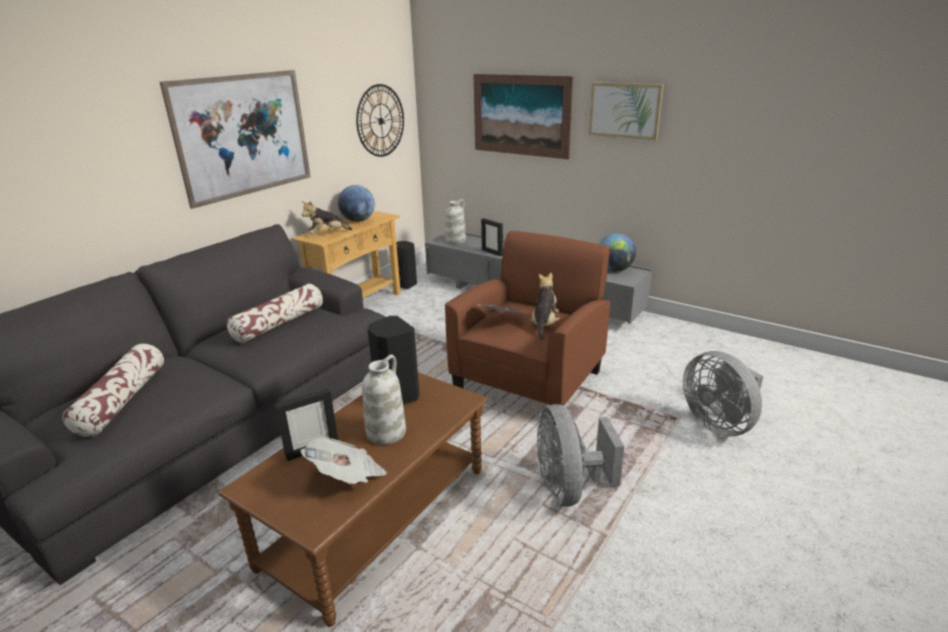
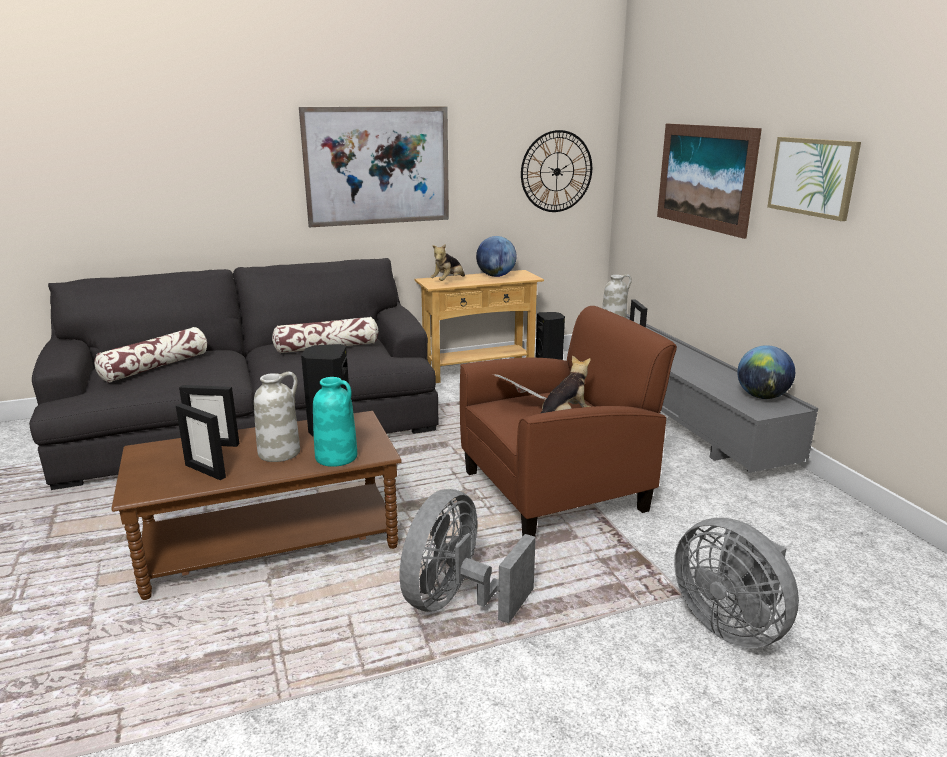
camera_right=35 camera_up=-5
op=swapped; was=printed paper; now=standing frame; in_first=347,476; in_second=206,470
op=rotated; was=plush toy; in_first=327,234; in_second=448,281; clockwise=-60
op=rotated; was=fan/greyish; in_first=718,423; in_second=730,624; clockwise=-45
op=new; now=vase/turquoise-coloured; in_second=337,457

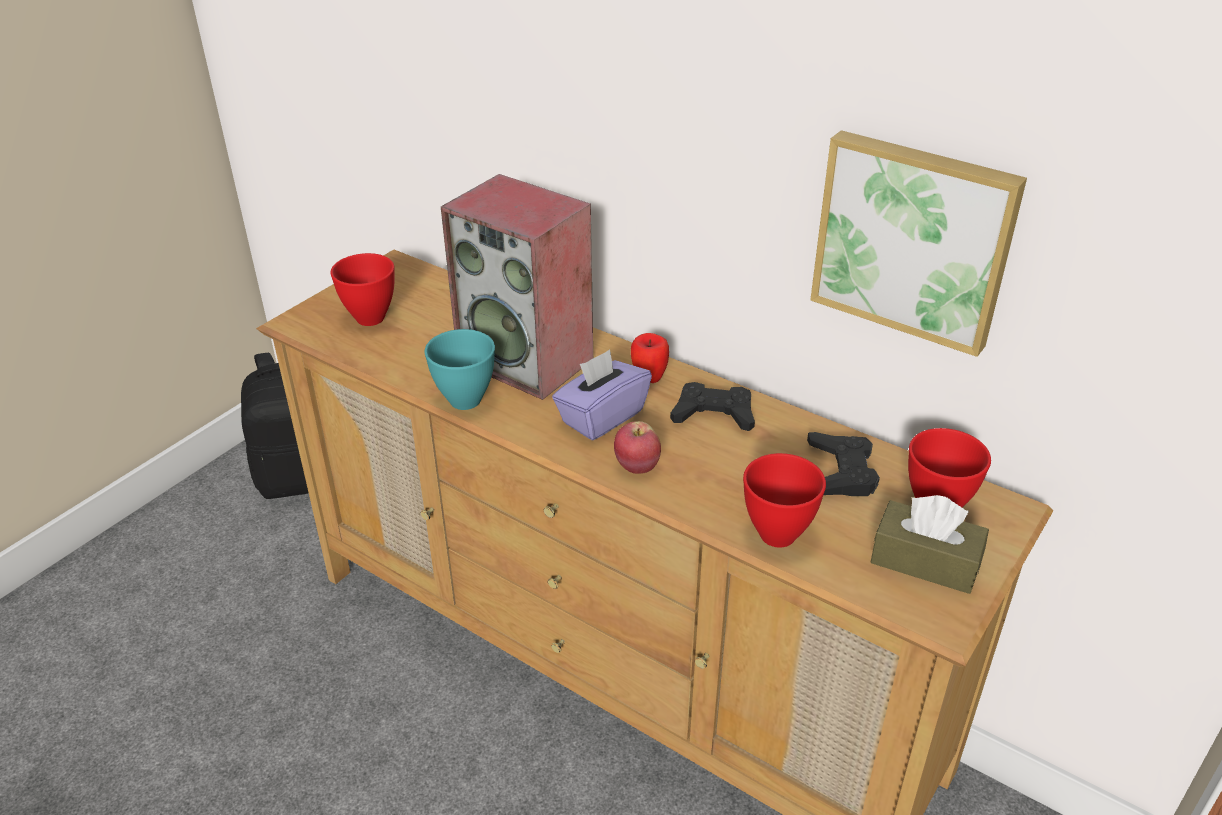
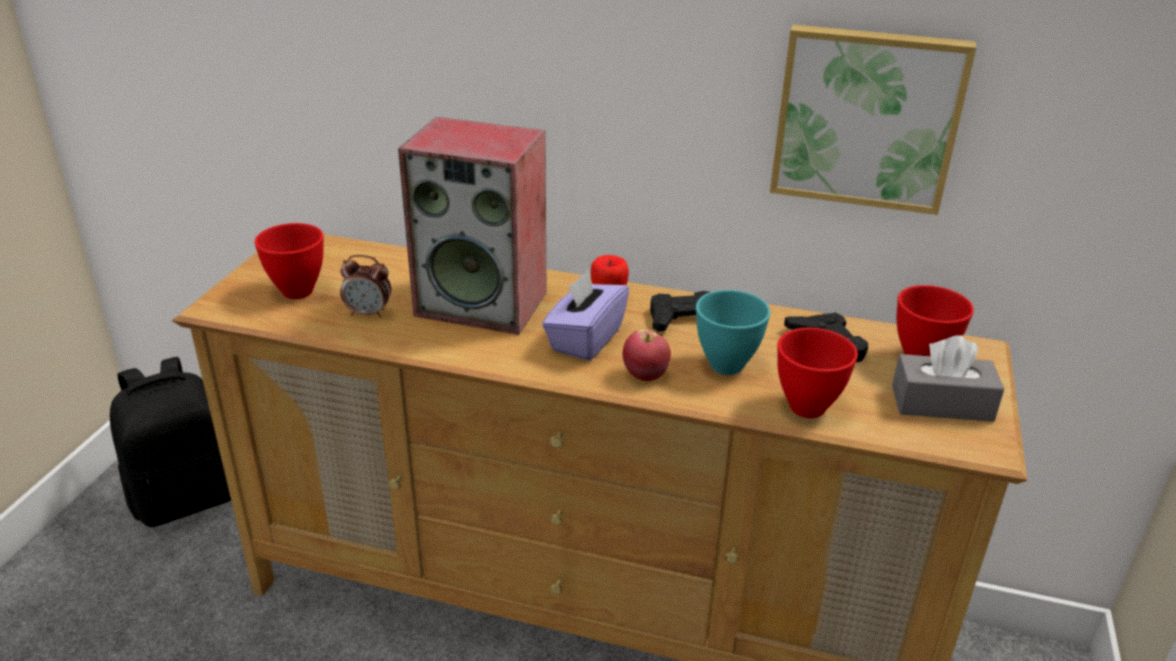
camera_right=-20 camera_up=-5
op=shifted; was=serving bowl/turquoise-coloured; in_first=466,399; in_second=726,364
op=repainted; was=tissue box/brownish; now=tissue box/greyish; in_first=925,561; in_second=941,403
op=new; now=table clock; in_second=369,313

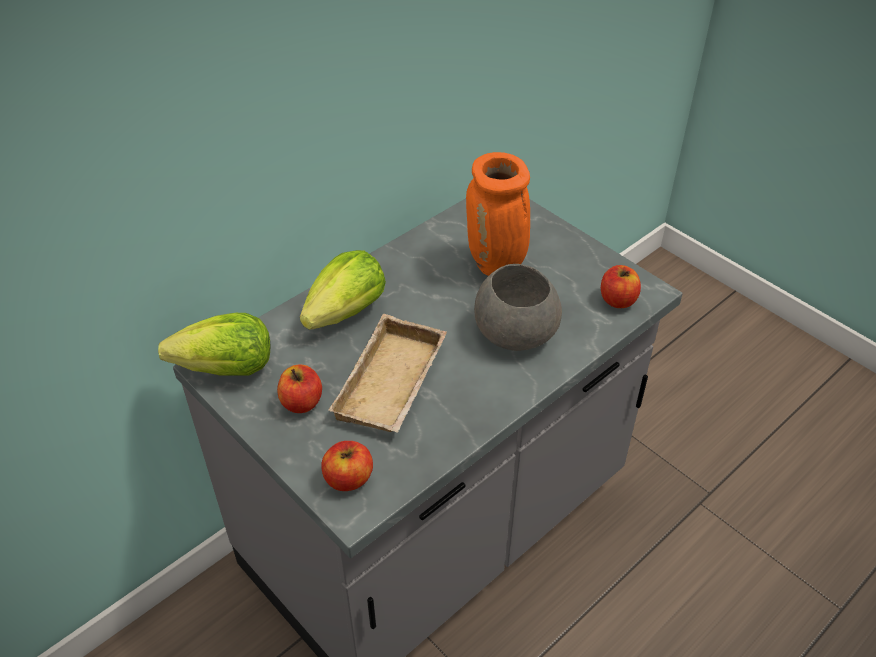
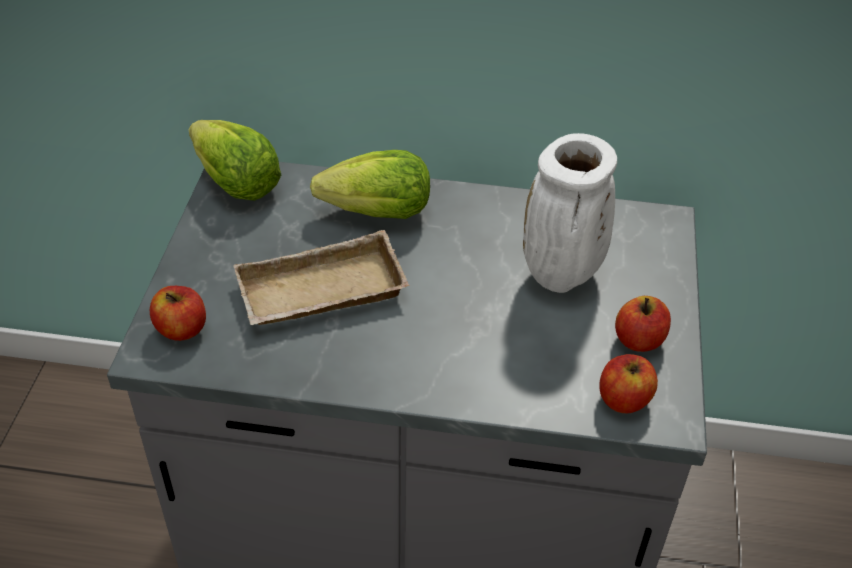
camera_right=50 camera_up=0
op=shifted; was=apple; in_first=302,402; in_second=639,340
op=repainted; was=vase/orangey; now=vase/whitish; in_first=497,265; in_second=561,276
op=gone; was=serving bowl/greyish; in_first=514,330

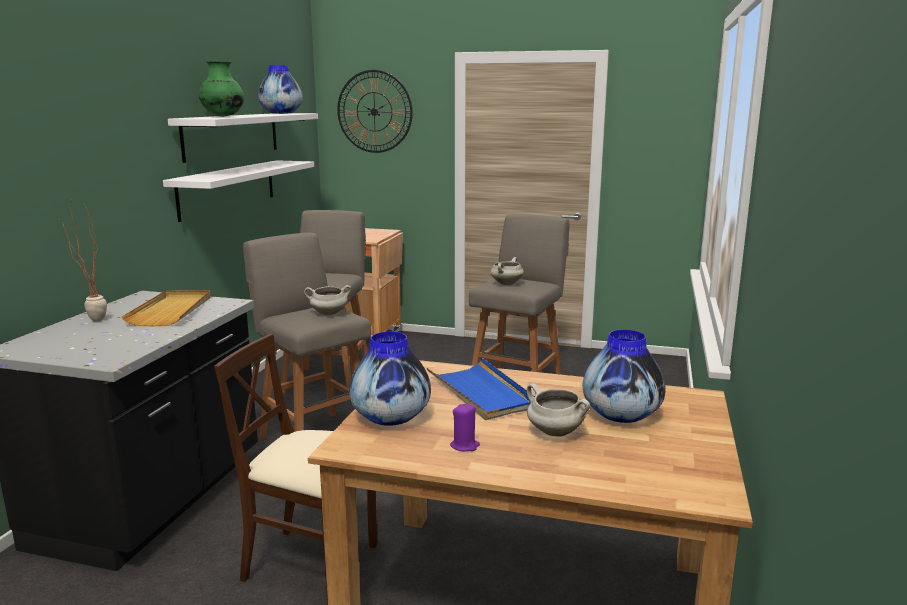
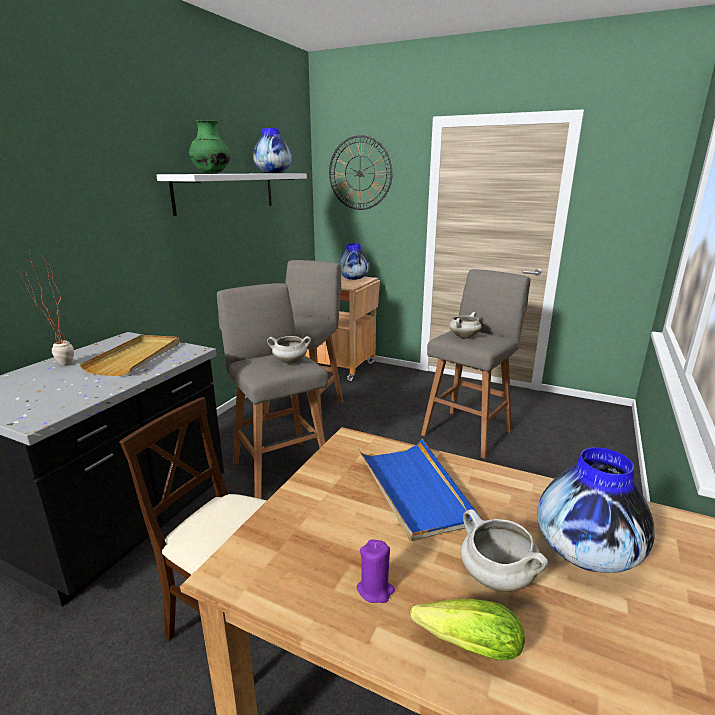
camera_right=10 camera_up=5
op=gone; was=shelf/whitish; in_first=228,188
op=shifted; was=vase; in_first=391,418; in_second=353,278
op=new; now=lettuce head; in_second=462,644

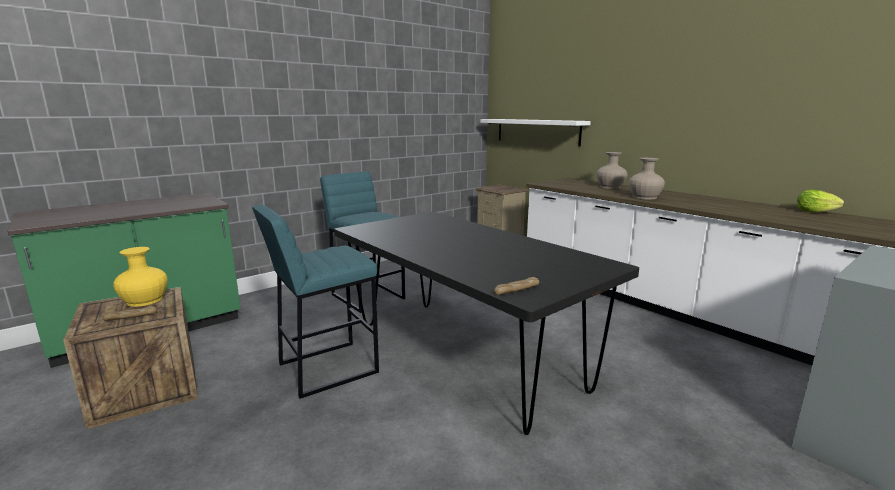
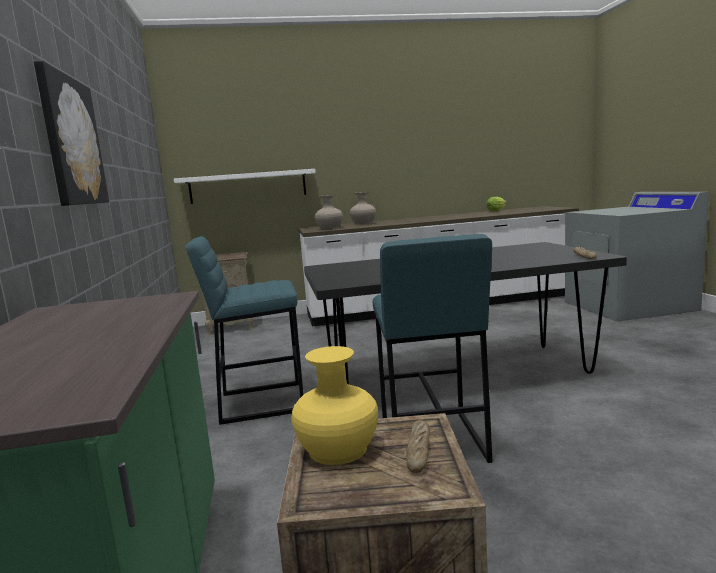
camera_right=-60 camera_up=-5
op=shifted; was=vase/beige; in_first=644,197; in_second=329,228
op=new; now=picture; in_second=72,141

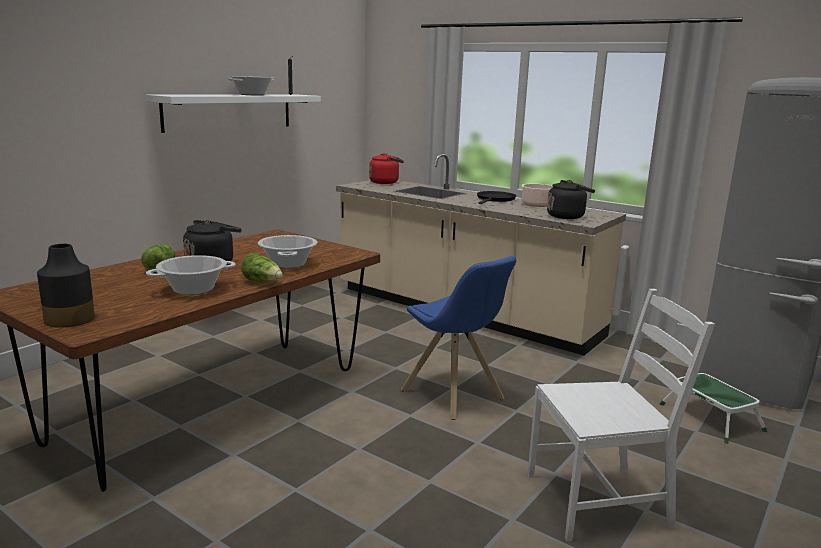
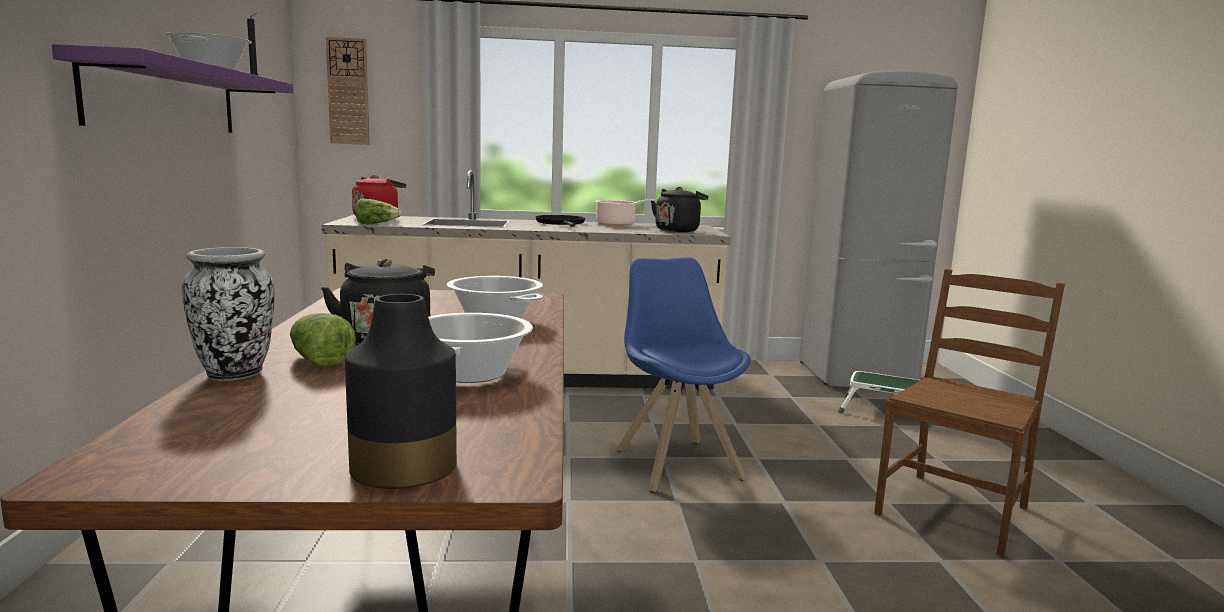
camera_right=-40 camera_up=-5
op=repainted; was=shelf/whitish; now=shelf/purple; in_first=229,112; in_second=166,98
op=shifted; was=lettuce head; in_first=263,282; in_second=376,224
op=rotated; was=plain chair/blue-coloured; in_first=453,394; in_second=677,464; clockwise=-120
op=repainted; was=plain chair/whitish; now=plain chair/brownish; in_first=598,500; in_second=953,510
op=new; now=vase; in_second=235,374
op=new; now=hanging clock; in_second=348,91

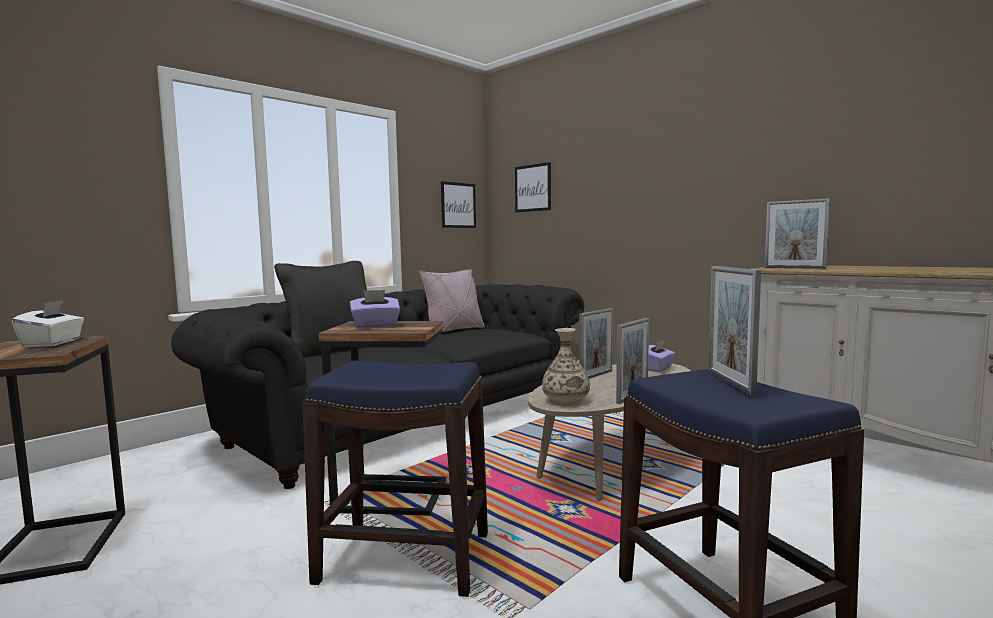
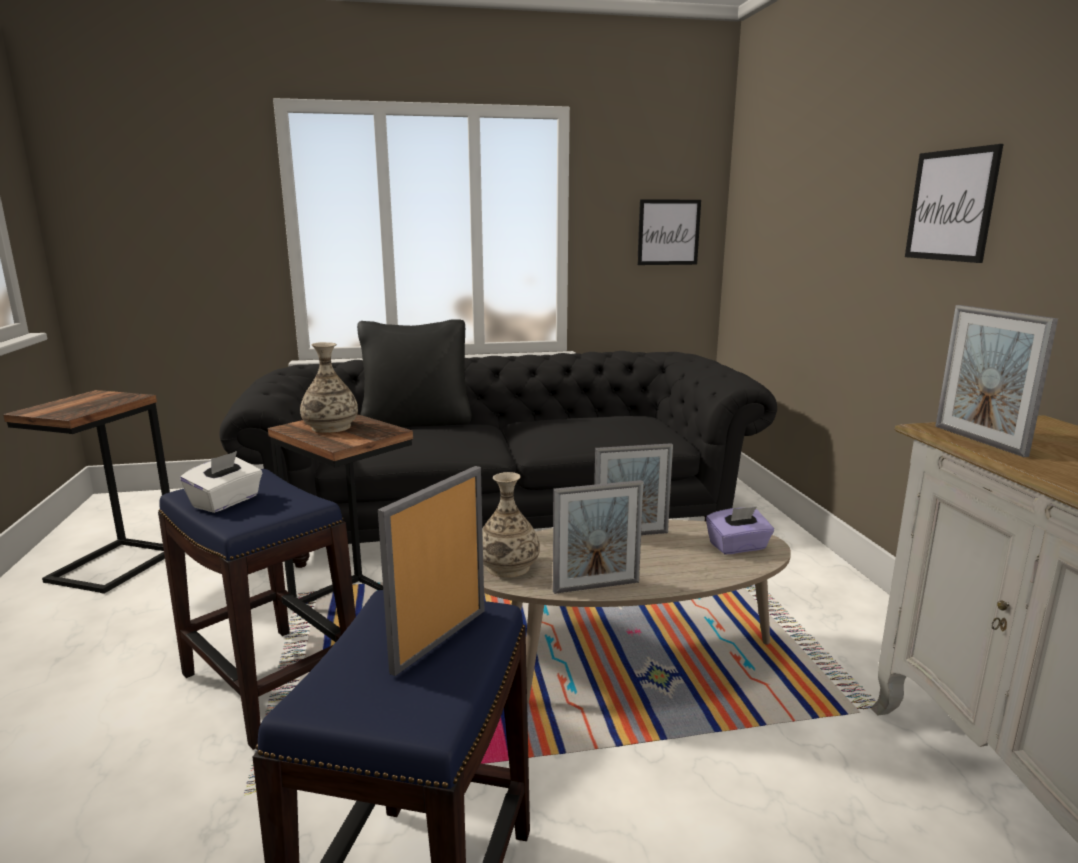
camera_right=35 camera_up=10
op=shifted; was=tissue box/whitish; in_first=52,343; in_second=226,502
op=swapped; was=tissue box/purple; now=vase; in_first=375,326; in_second=331,427
op=gone; was=cushion/purple; in_first=454,330
op=shifted; was=picture; in_first=533,188; in_second=951,205

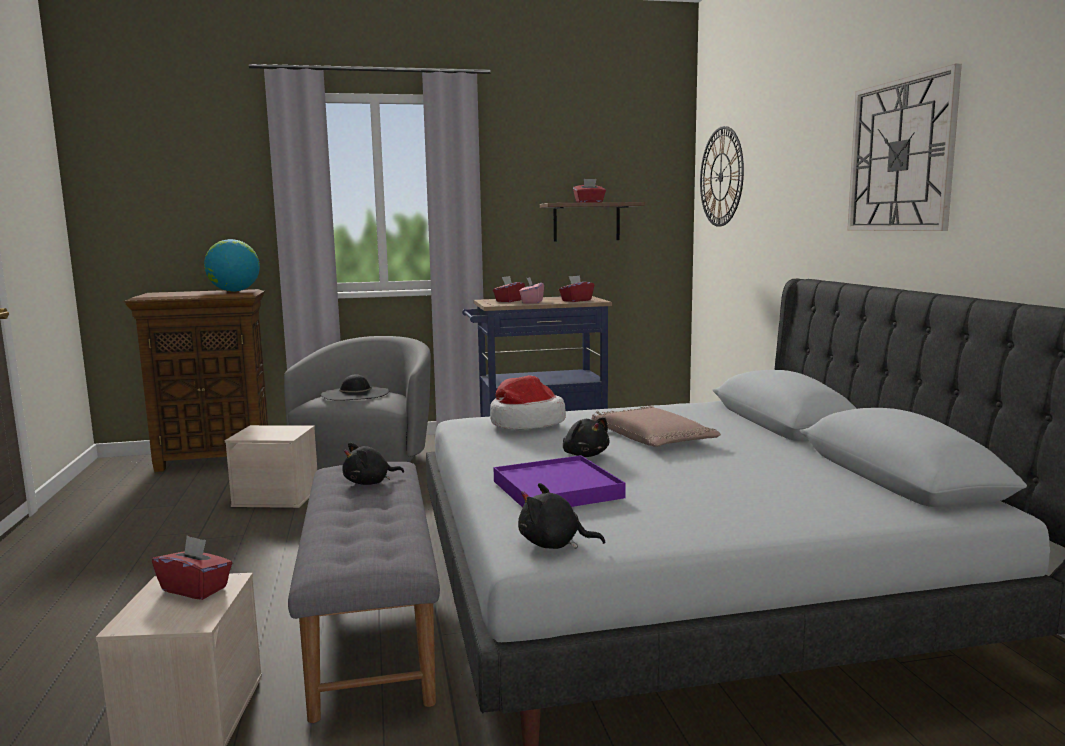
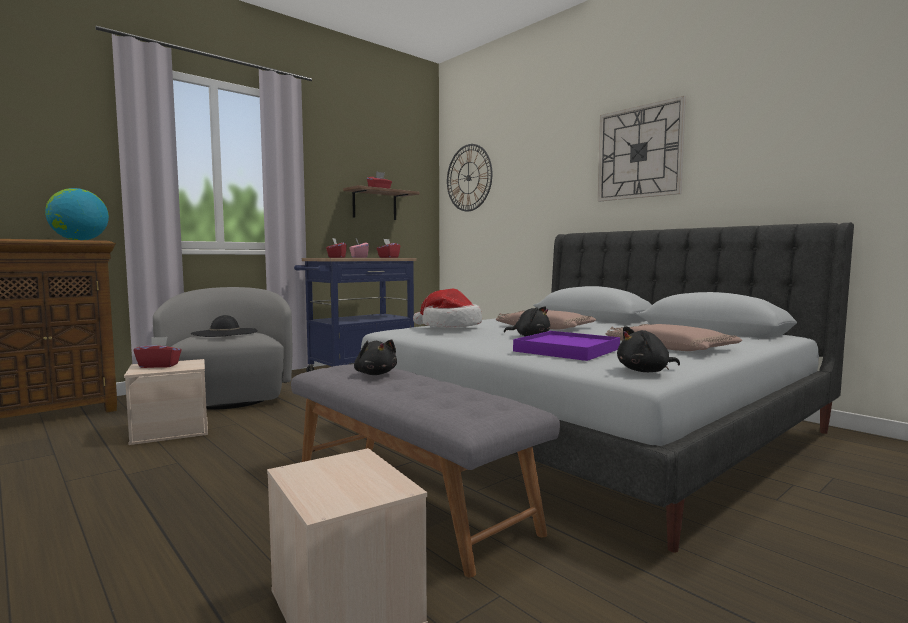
camera_right=-30 camera_up=-5
op=shifted; was=tissue box/reddish; in_first=195,589; in_second=159,366
op=rotated; was=plush toy/black-coloured; in_first=370,483; in_second=375,374; clockwise=-60
op=new; now=cushion/beige; in_second=670,346

